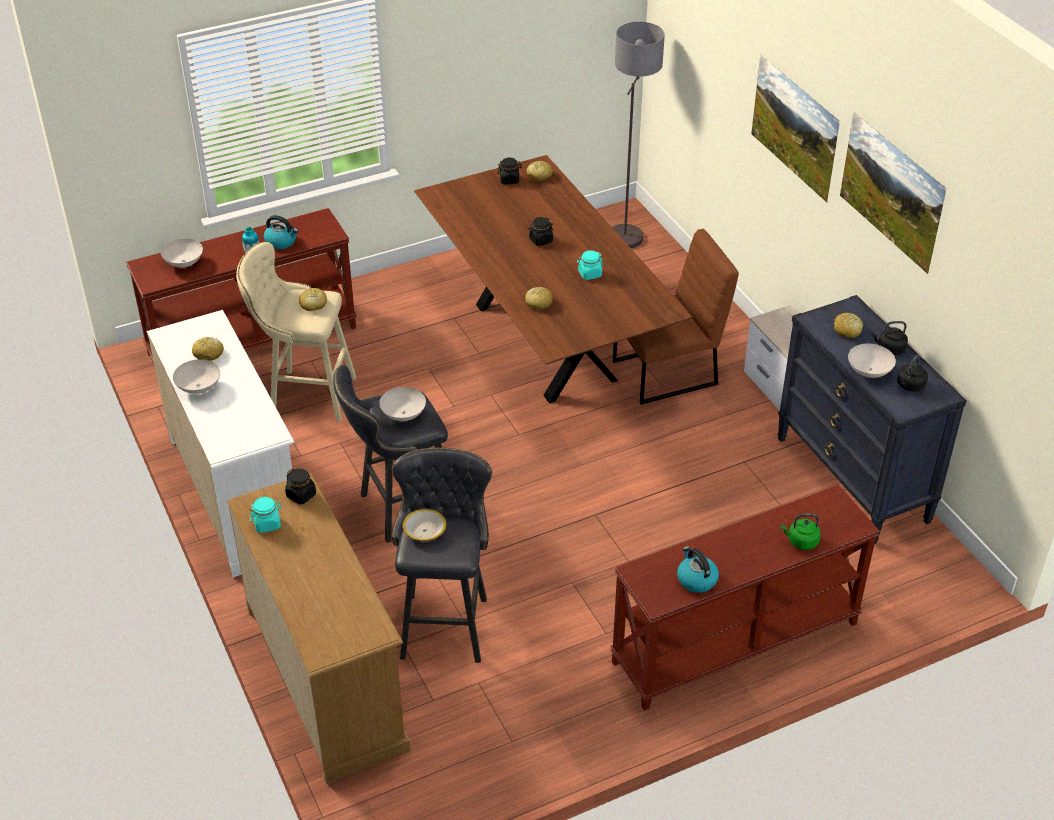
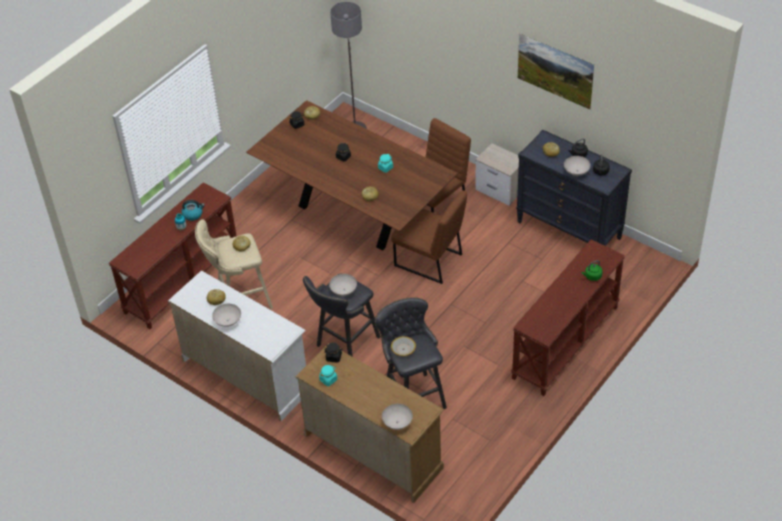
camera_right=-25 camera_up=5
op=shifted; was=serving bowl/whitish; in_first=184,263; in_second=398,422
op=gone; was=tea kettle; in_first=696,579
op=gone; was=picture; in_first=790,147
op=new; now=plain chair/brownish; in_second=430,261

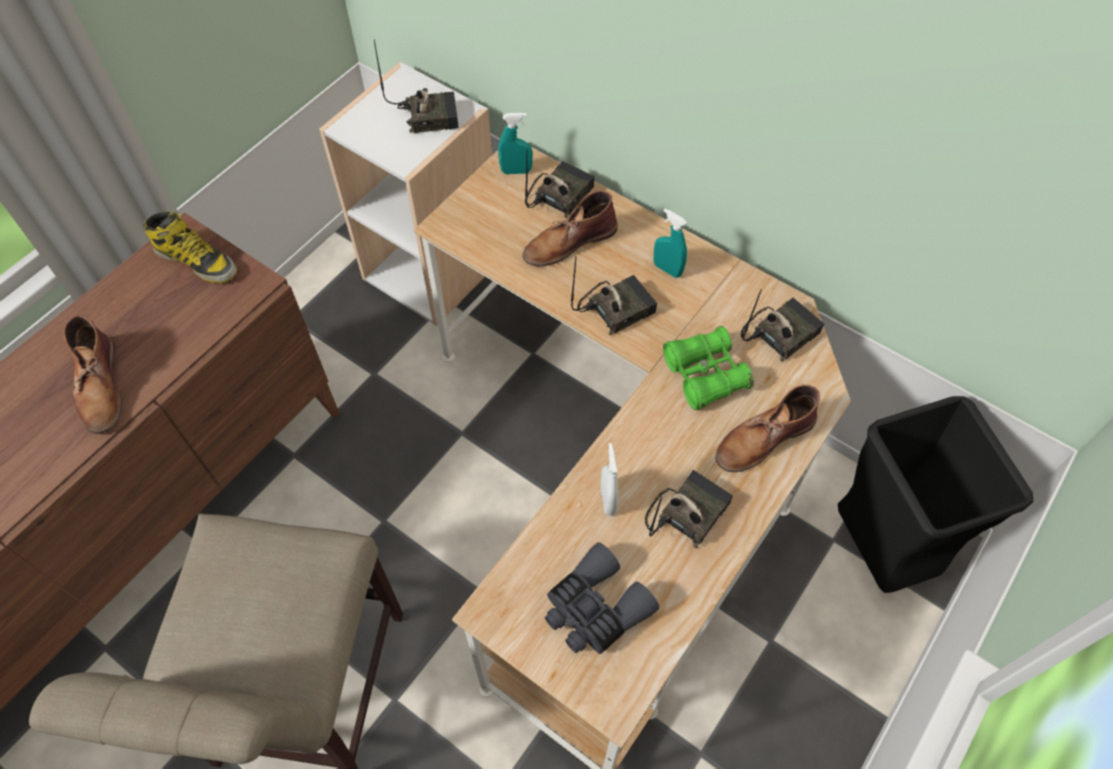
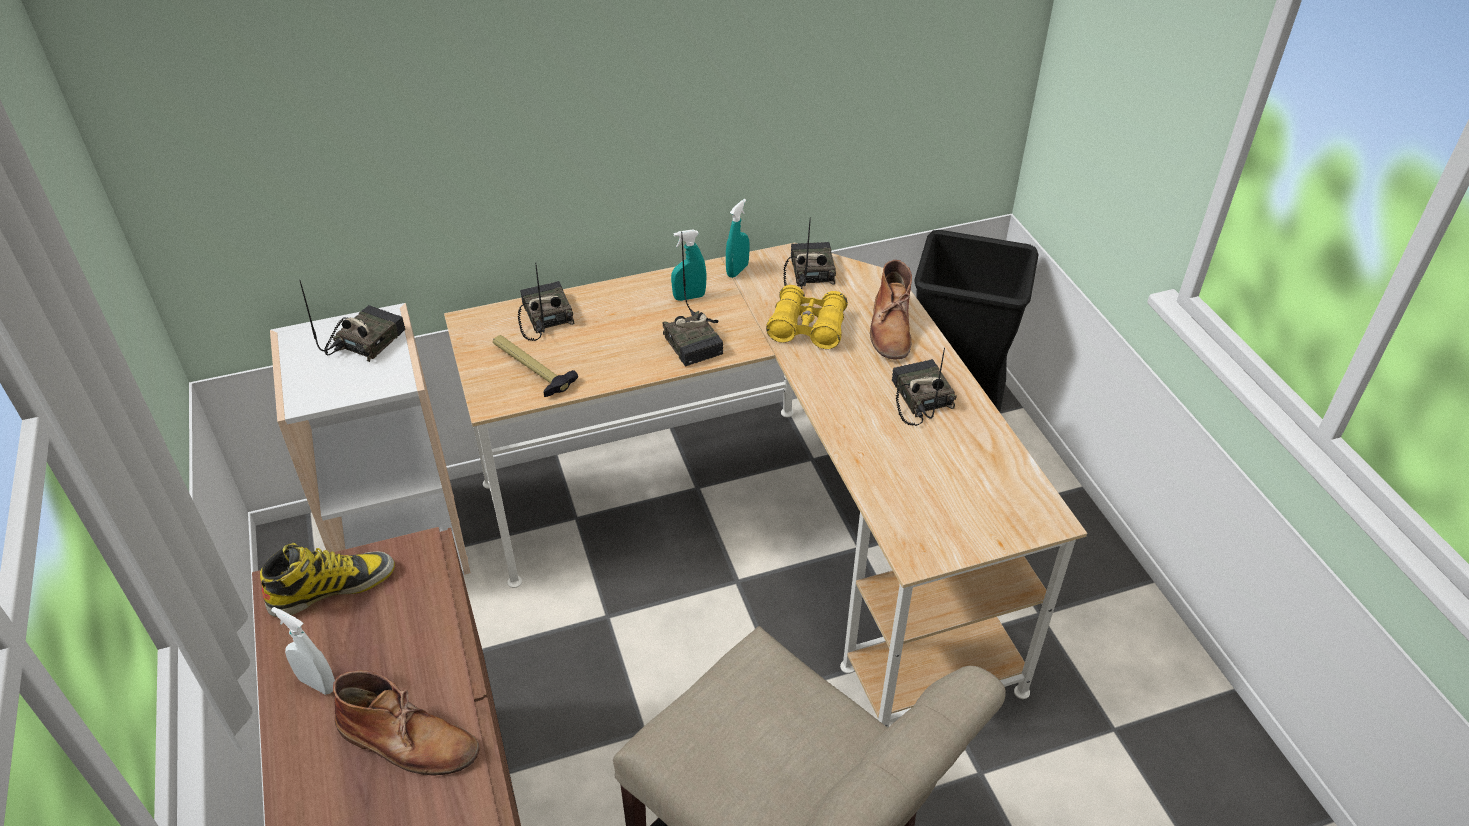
camera_right=-55 camera_up=-15
op=shifted; was=hand sprayer/turquoise-coloured; in_first=516,171; in_second=737,270
op=gone; was=boot/brownish; in_first=568,242
op=gone; was=binoculars/greyish; in_first=594,609
op=rotated; was=radio set; in_first=616,308; in_second=696,342; clockwise=150
op=shifted; was=hand sprayer/whitish; in_first=608,500; in_second=317,683
op=repainted; was=binoculars/green; now=binoculars/yellowish; in_first=705,375; in_second=807,328
op=new; now=hammer; in_second=530,368

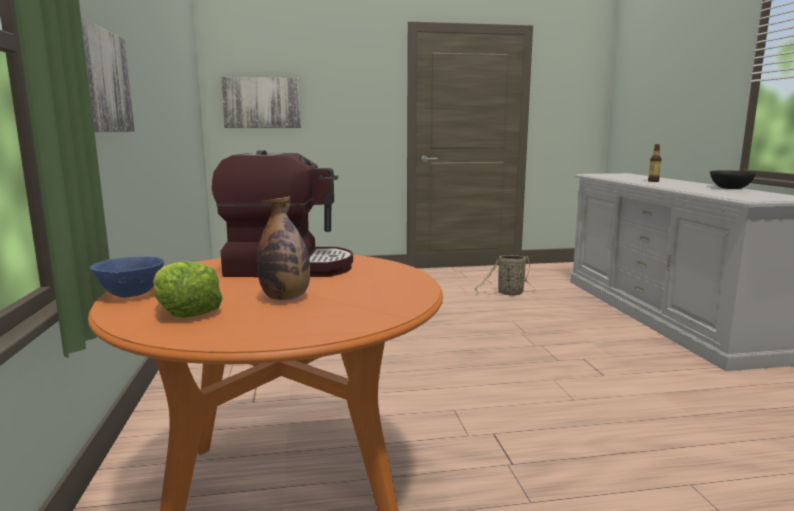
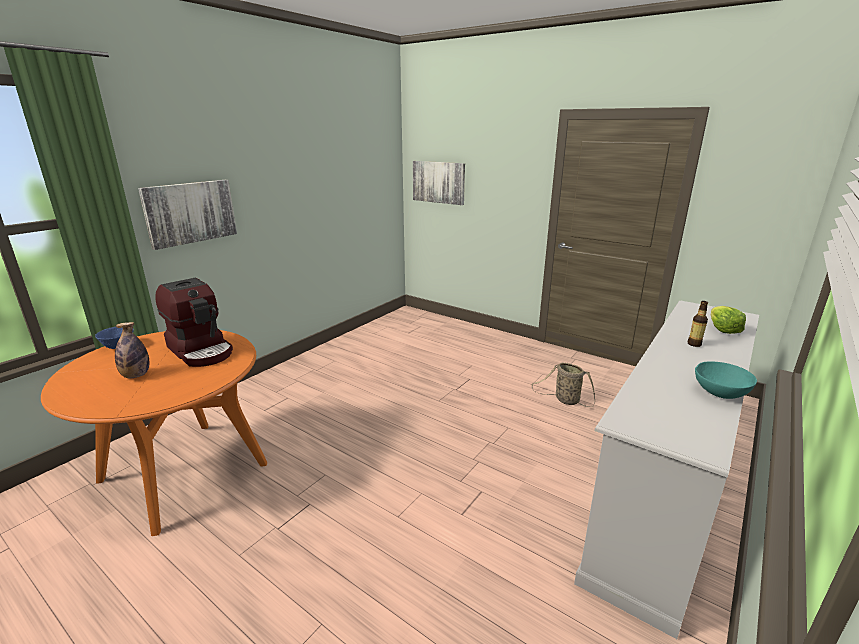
camera_right=45 camera_up=10
op=shifted; was=lettuce head; in_first=185,312; in_second=723,329
op=repainted; was=serving bowl/black-coloured; now=serving bowl/turquoise-coloured; in_first=730,188; in_second=720,393

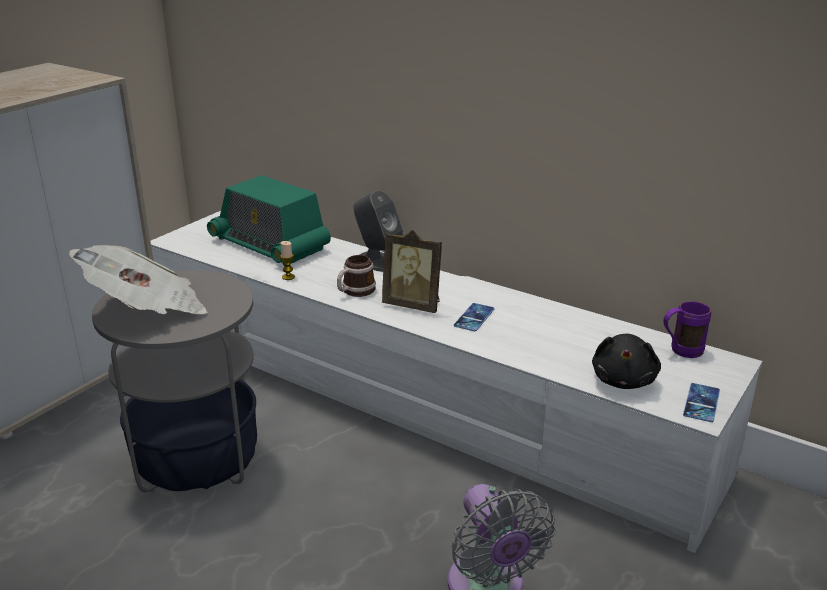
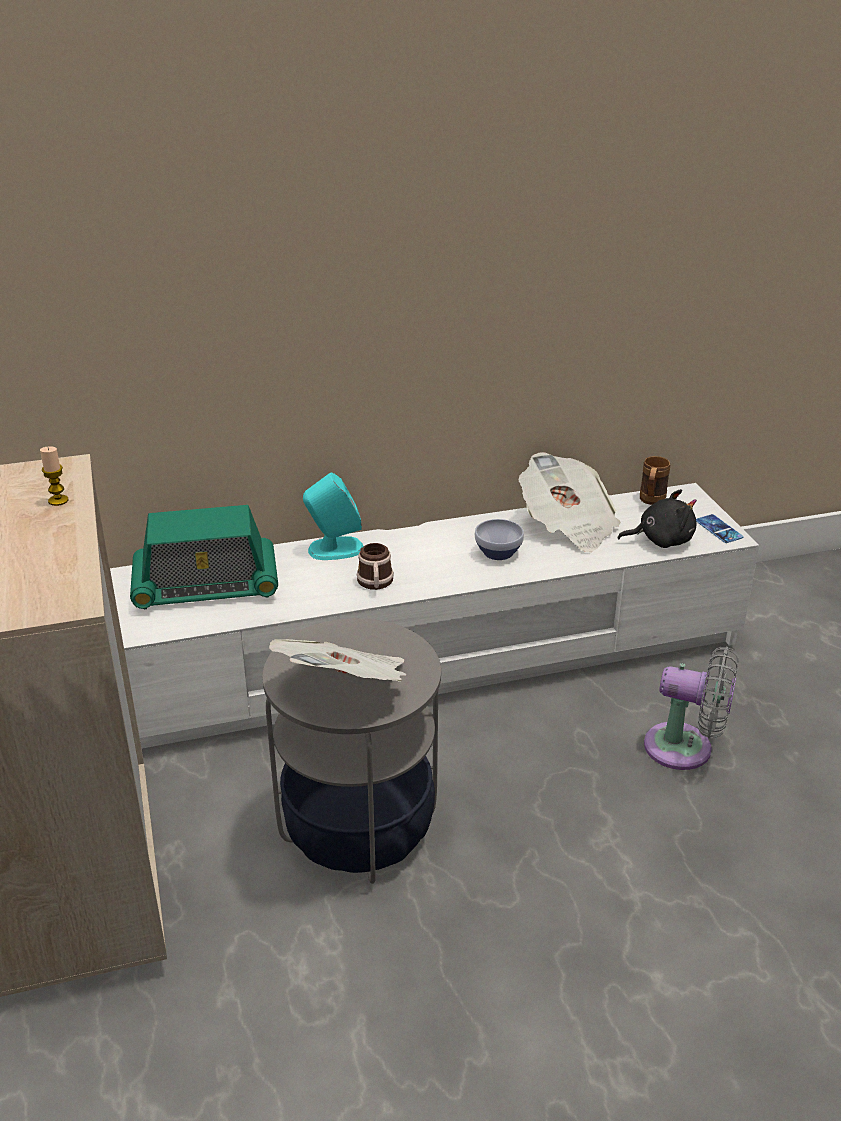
camera_right=-50 camera_up=5
op=shifted; was=wax light; in_first=288,277; in_second=58,500
op=repainted; was=speaker/greyish; now=speaker/turquoise-coloured; in_first=377,262; in_second=335,549
op=gone; was=standing frame; in_first=414,305
op=swapped; was=handset; now=serving bowl; in_first=474,317; in_second=498,552
op=rotated; was=plush toy/black-coloured; in_first=624,380; in_second=661,540; clockwise=-60
op=repainted; was=coffee mug/purple; now=coffee mug/brownish; in_first=680,351; in_second=651,502
op=new; now=printed paper; in_second=568,526

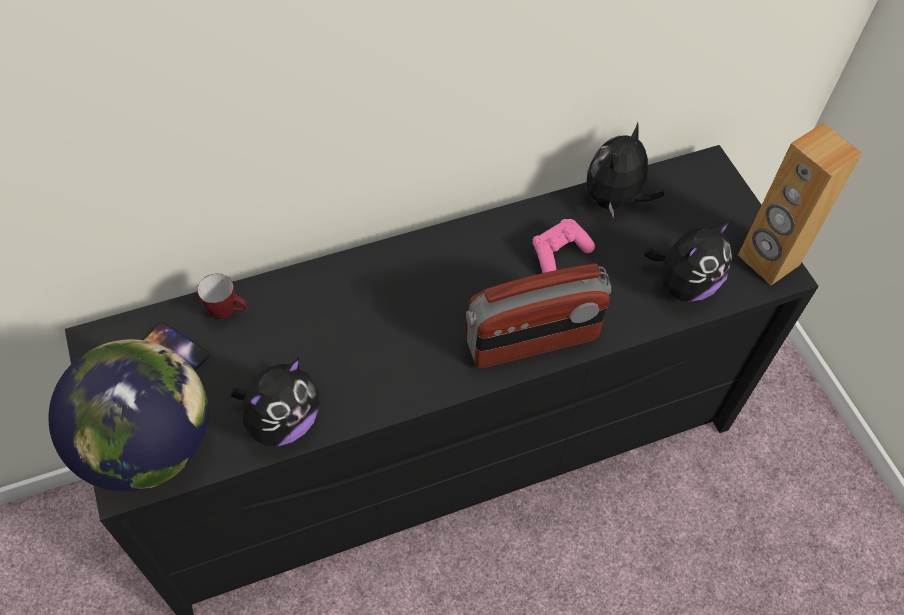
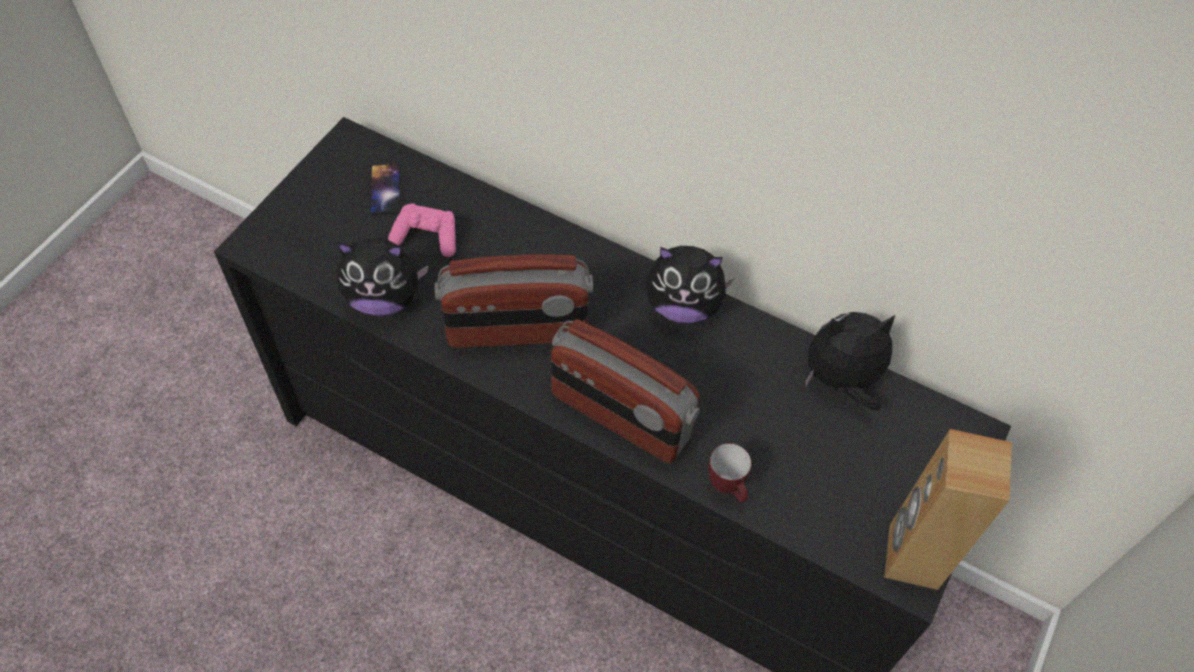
camera_right=50 camera_up=0
op=gone; was=world globe; in_first=150,445
op=shifted; was=coffee mug; in_first=228,312; in_second=728,488
op=shifted; was=game controller/pinkish; in_first=559,253; in_second=427,237
op=shifted; was=plush toy; in_first=683,284; in_second=682,306
op=new; now=radio set; in_second=517,331

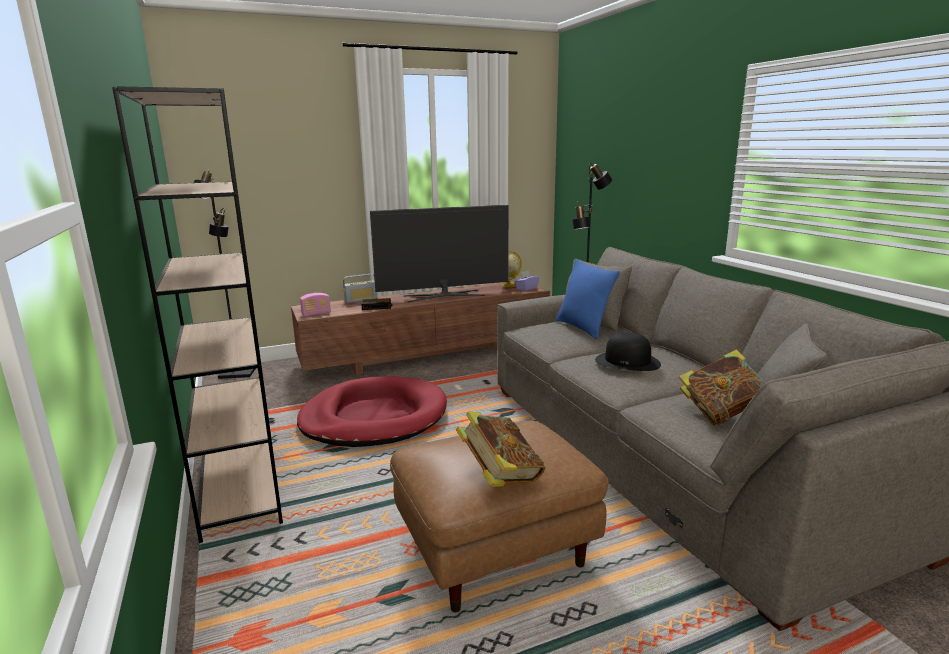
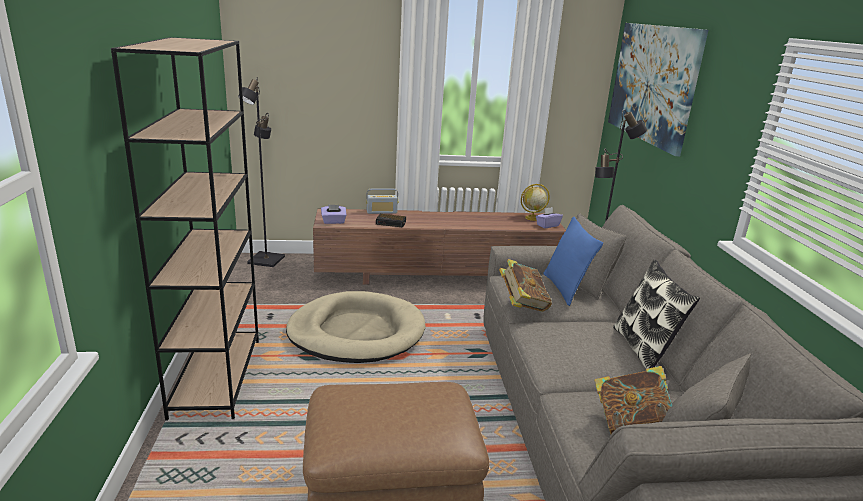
camera_right=15 camera_up=5
op=repainted; was=dog bed/reddish; now=dog bed/beige; in_first=374,417; in_second=356,332
op=swapped; was=radio set; now=tissue box/purple; in_first=316,314; in_second=333,222
op=gone; was=television; in_first=444,295
op=shifted; was=book; in_first=500,477; in_second=522,304
op=gone; was=wearable hat/black-coloured; in_first=627,362
op=new; now=picture; in_second=652,83
op=new; now=cushion; in_second=644,349

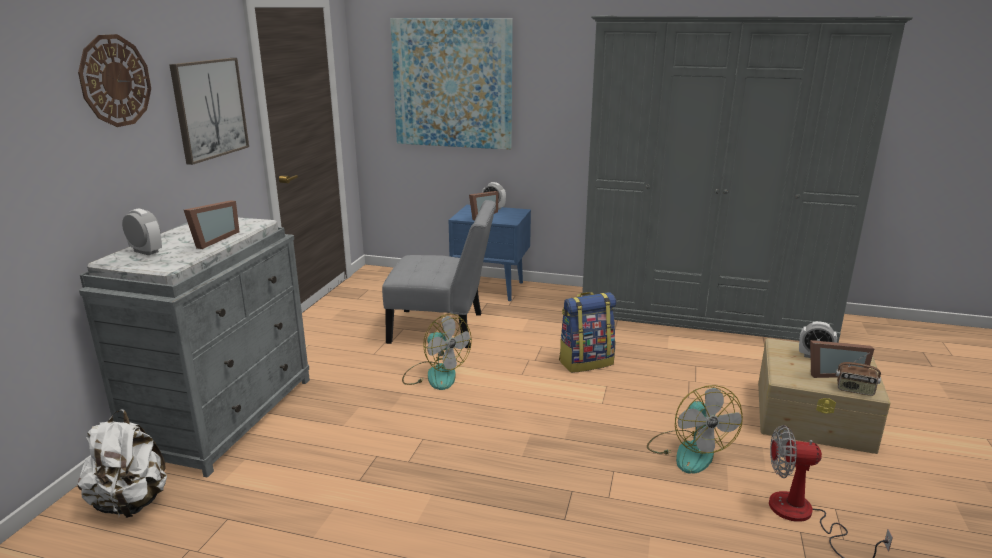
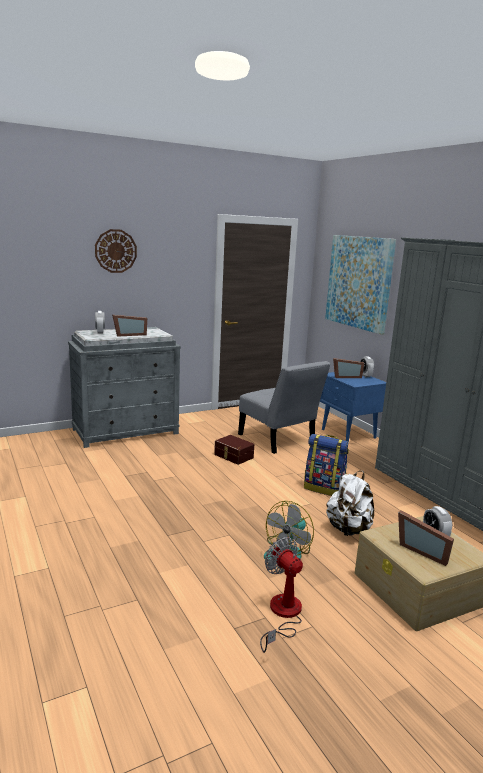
camera_right=45 camera_up=-5
op=shifted; was=knapsack/whitish; in_first=131,503; in_second=348,529
op=gone; was=picture; in_first=209,109
op=swapped; was=fan; now=storage box/brownish; in_first=435,375; in_second=233,456
op=gone; was=radio set; in_first=855,390

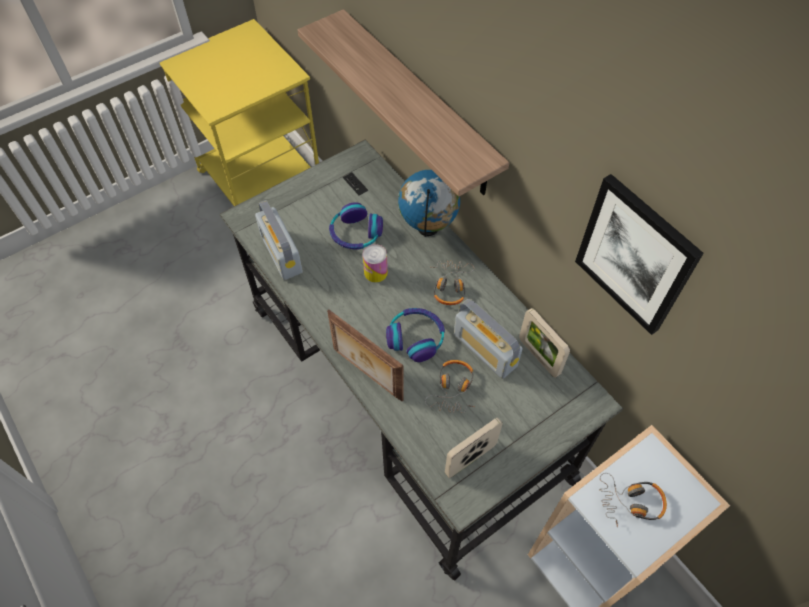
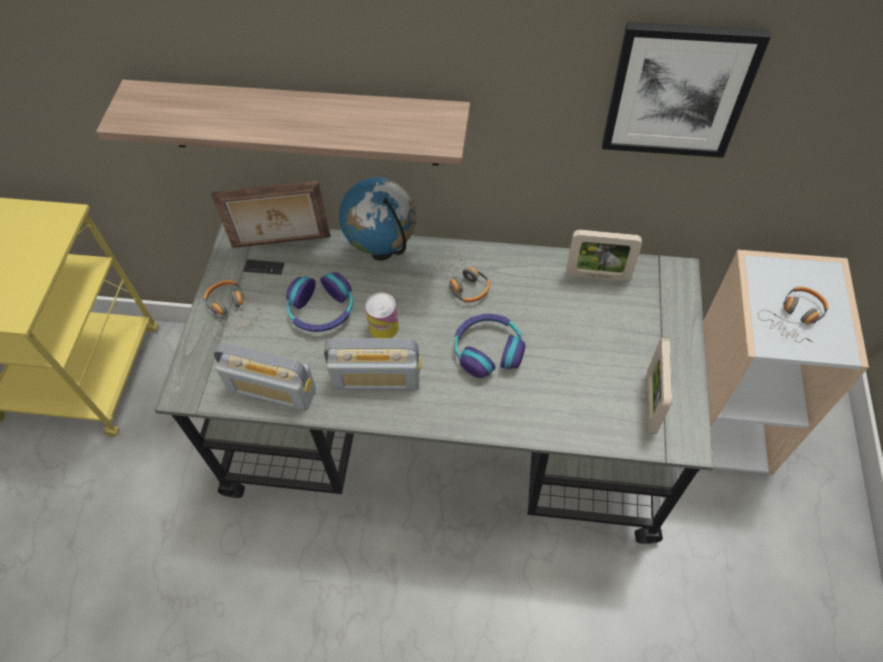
camera_right=-45 camera_up=0
op=shifted; was=standing frame; in_first=366,375; in_second=281,243
op=shifted; was=headset; in_first=453,389; in_second=232,311
op=shifted; was=radio set; in_first=485,350; in_second=377,378

